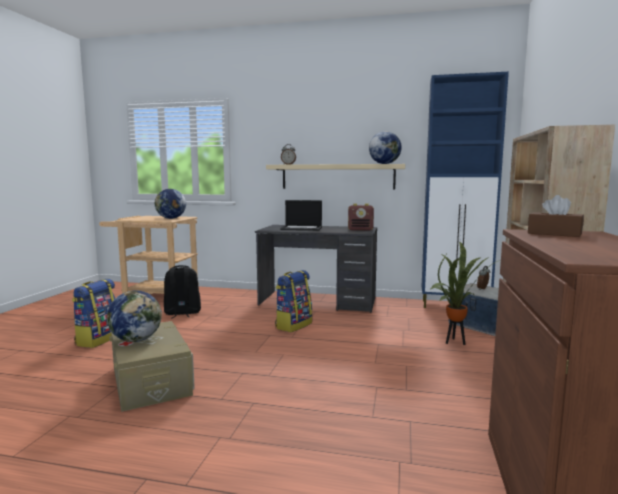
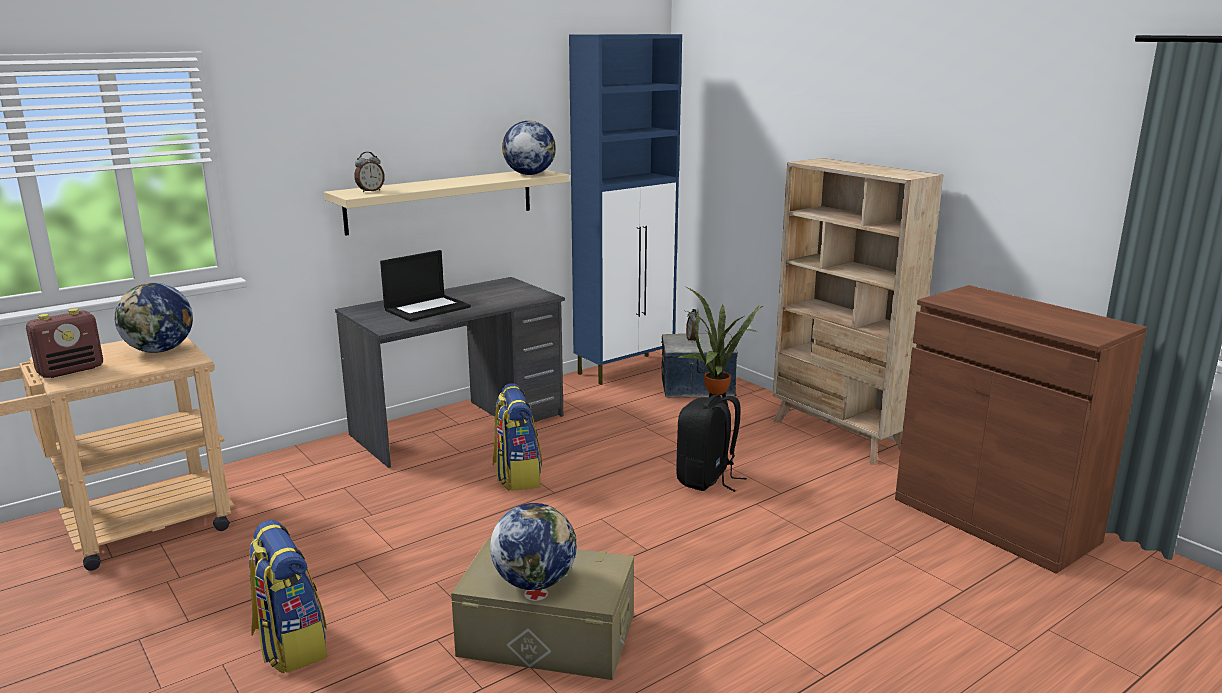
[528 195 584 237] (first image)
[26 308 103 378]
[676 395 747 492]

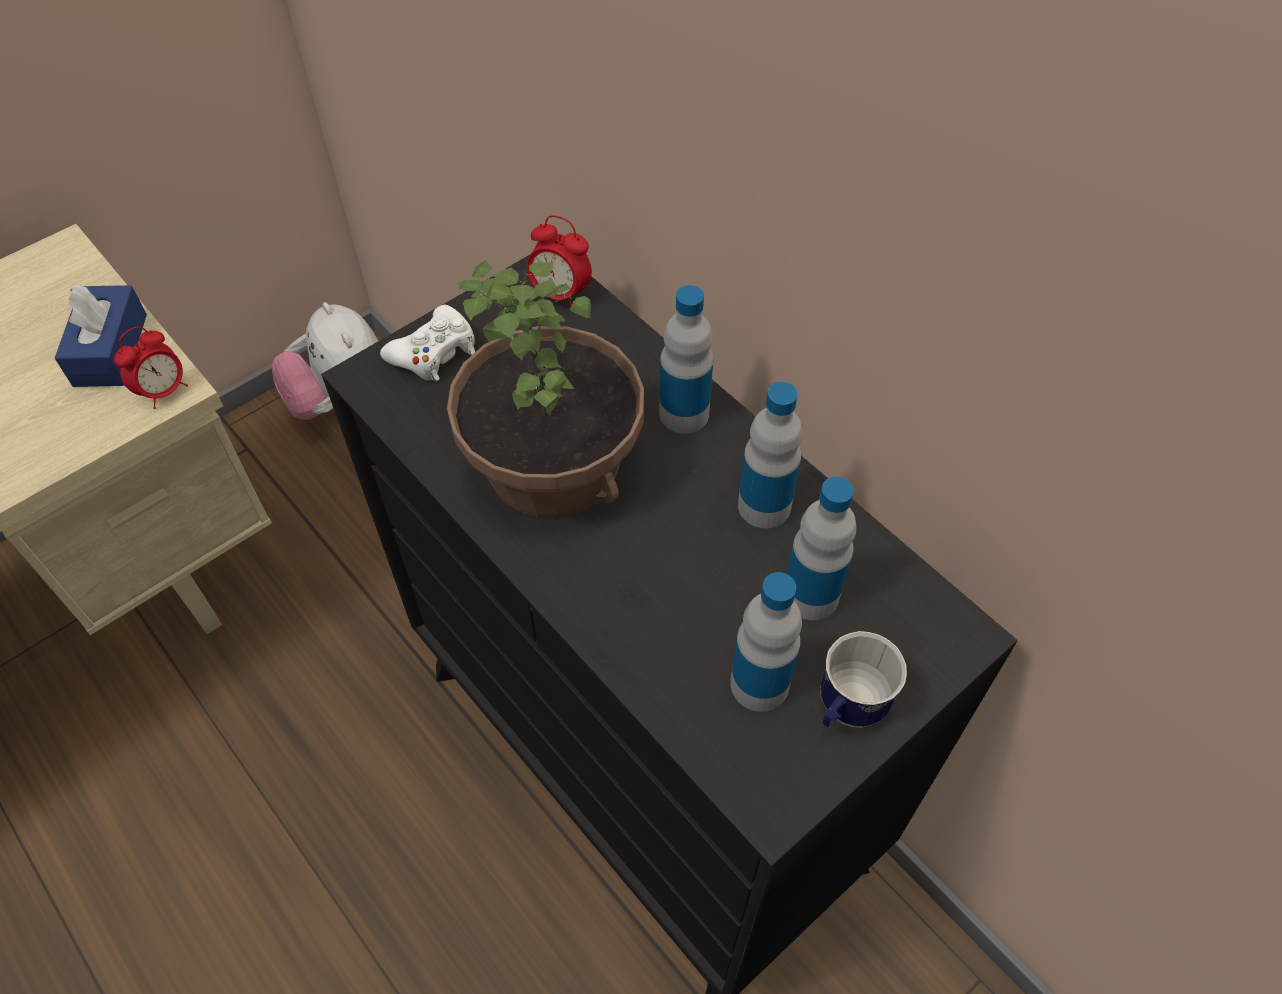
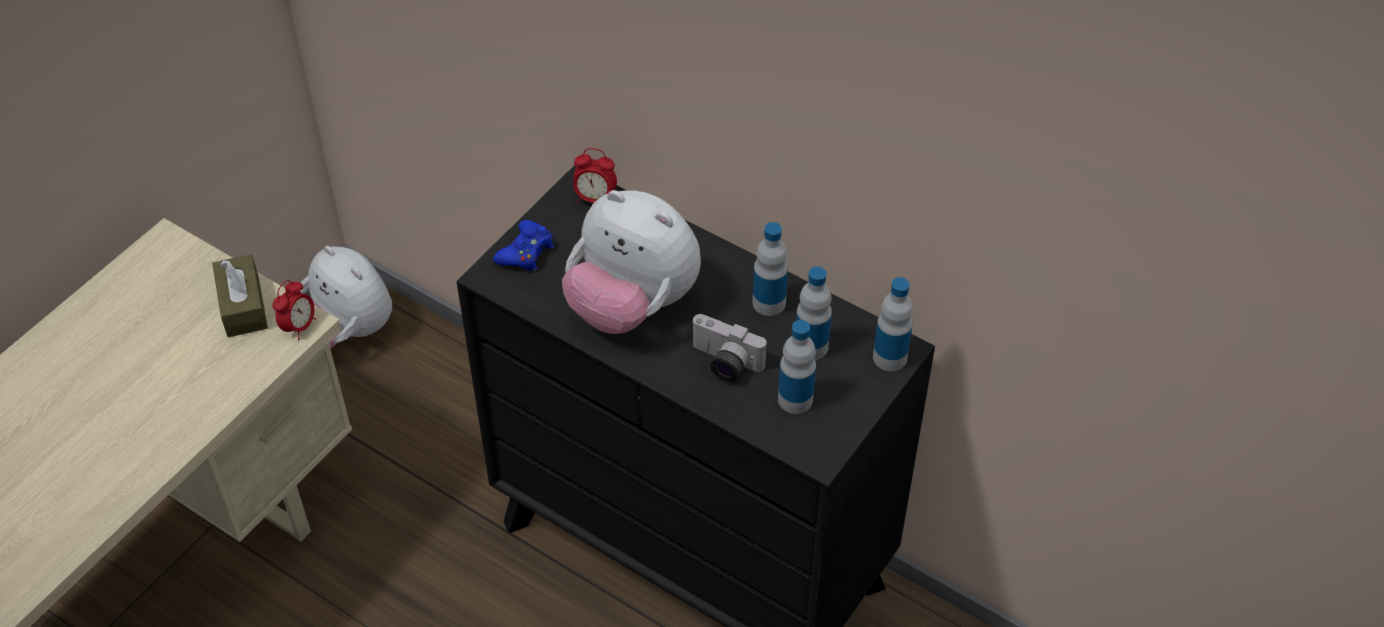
[562 190 701 334]
[212 254 268 337]
[873 277 913 371]
[493 220 554 271]
[821 631 907 728] (first image)
[691 314 767 382]

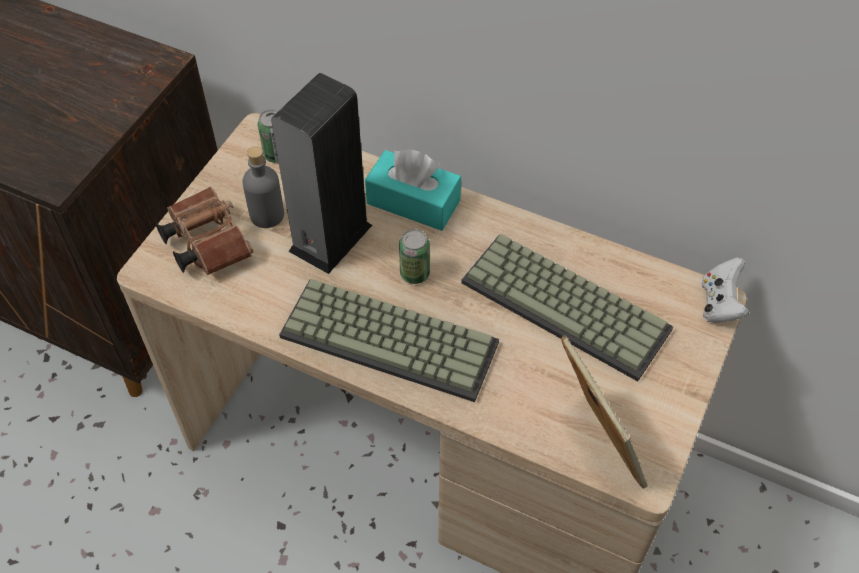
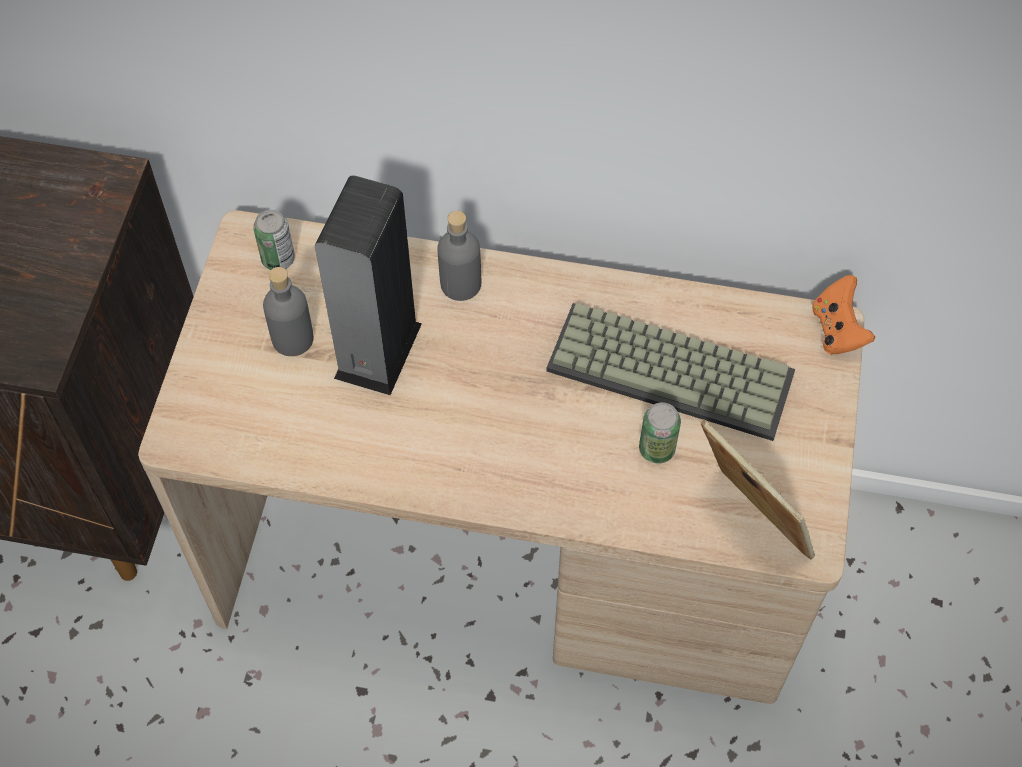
[437 211 481 301]
[156 187 253 275] (first image)
[639 402 681 464]
[812 275 875 355]
[279 279 499 402] (first image)

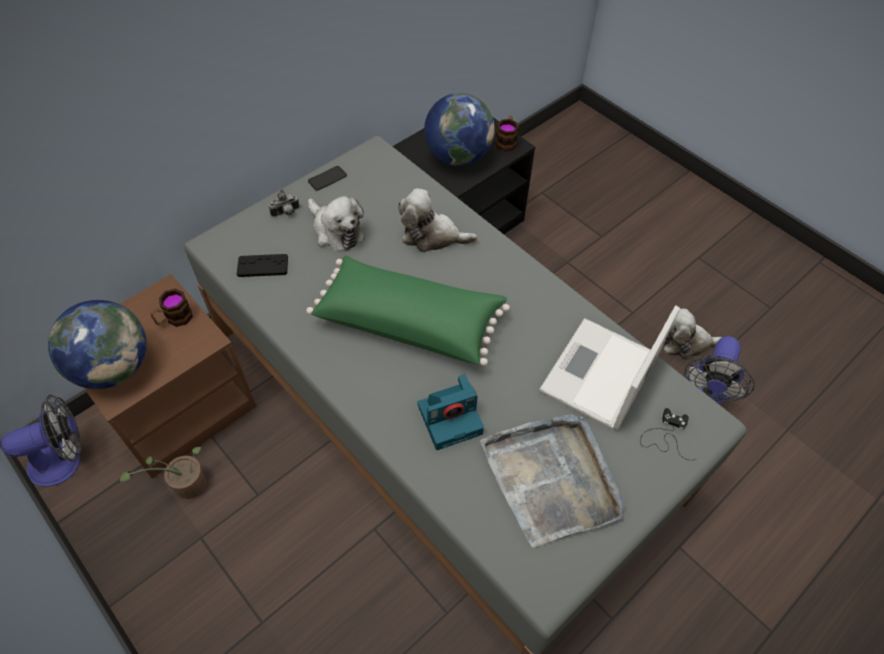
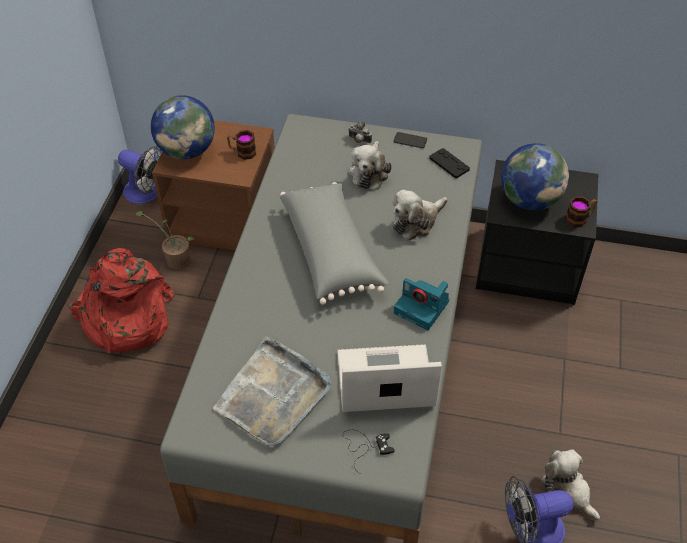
[393 190 448 240]
[429 148 470 178]
[280 182 389 305]
[394 278 449 330]
[68 248 175 354]

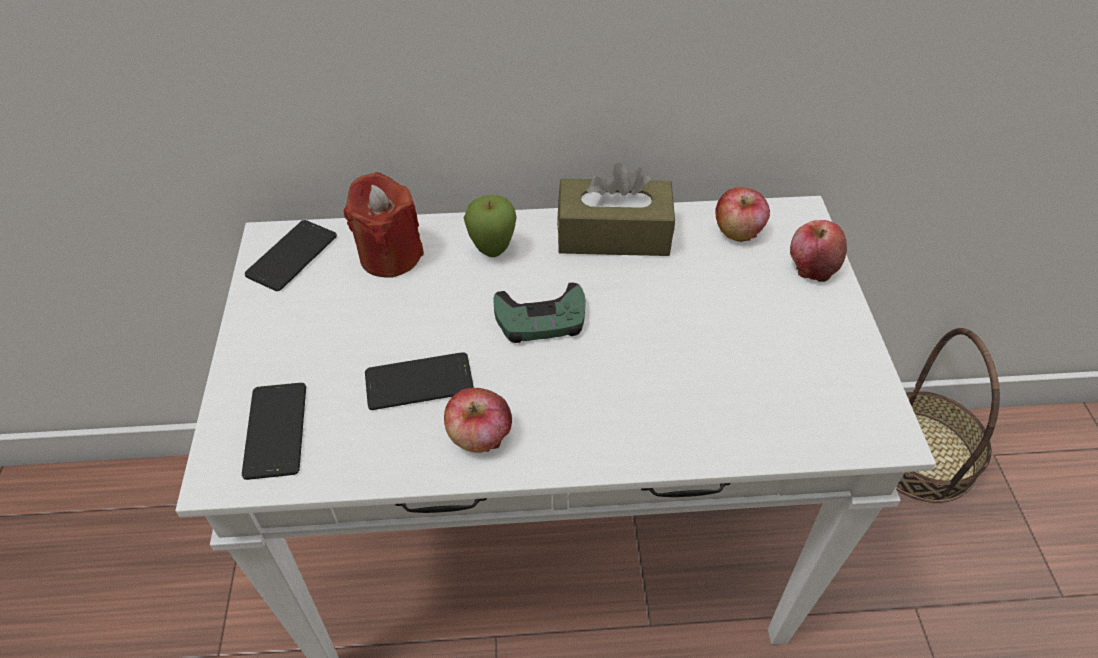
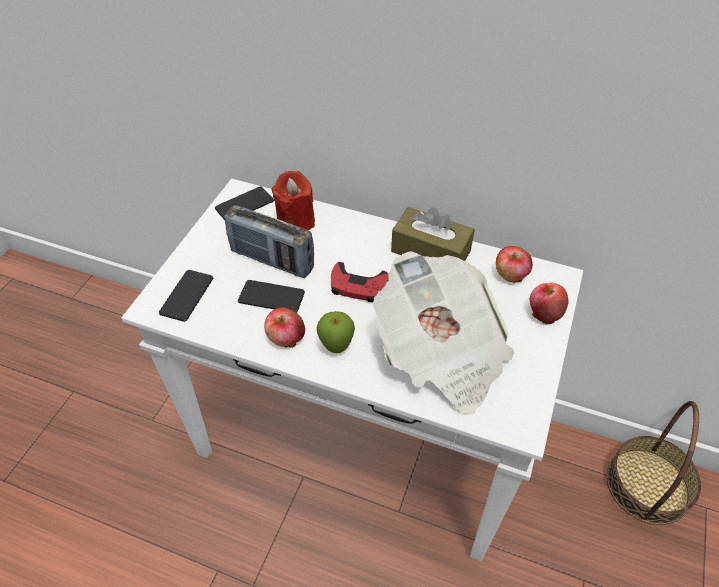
[317 311 355 353]
[331 262 389 302]
[224 205 314 278]
[373 251 514 414]

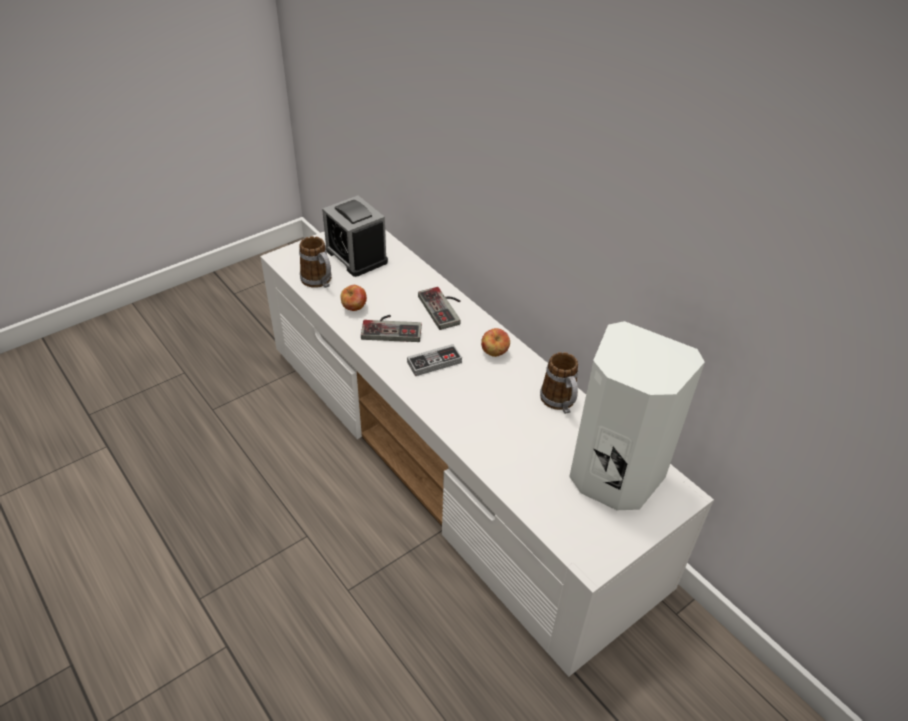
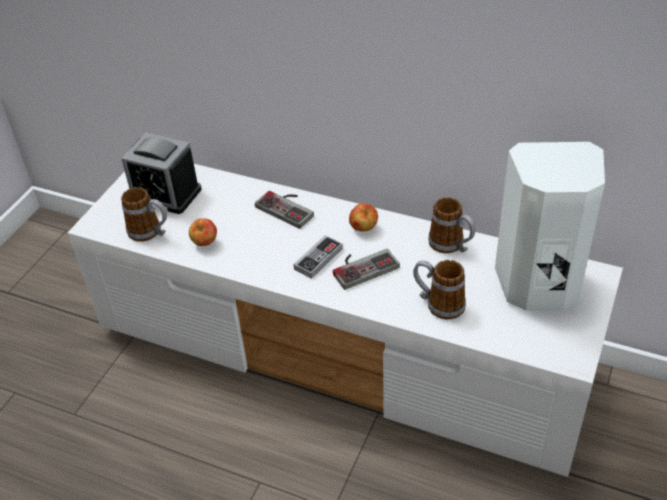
[333 249 400 290]
[413 260 466 320]

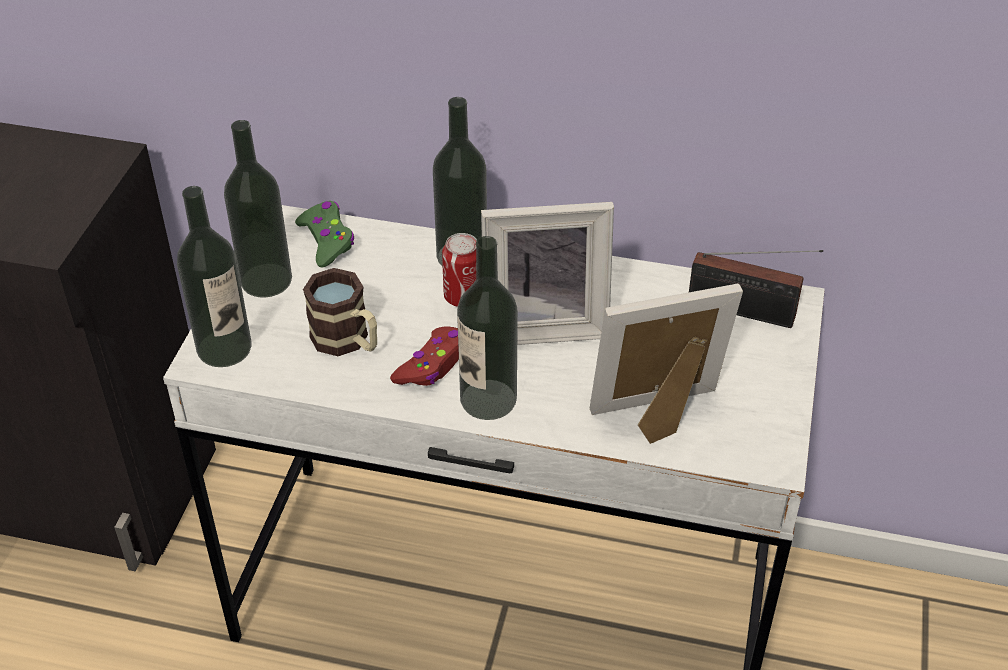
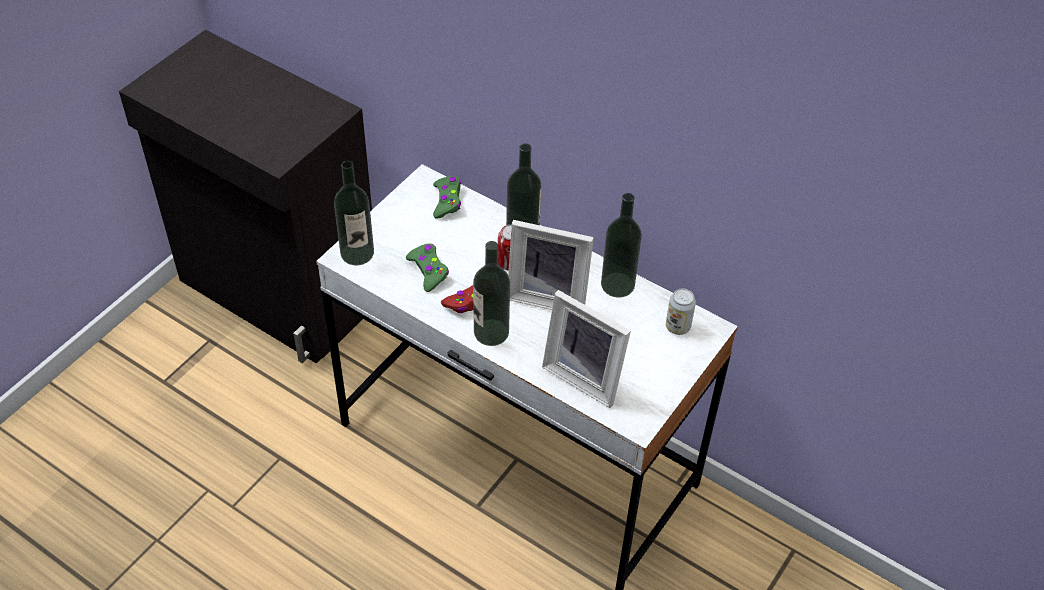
[601 193 642 298]
[666 288 696 335]
[406 243 449 292]
[542 290 631 408]

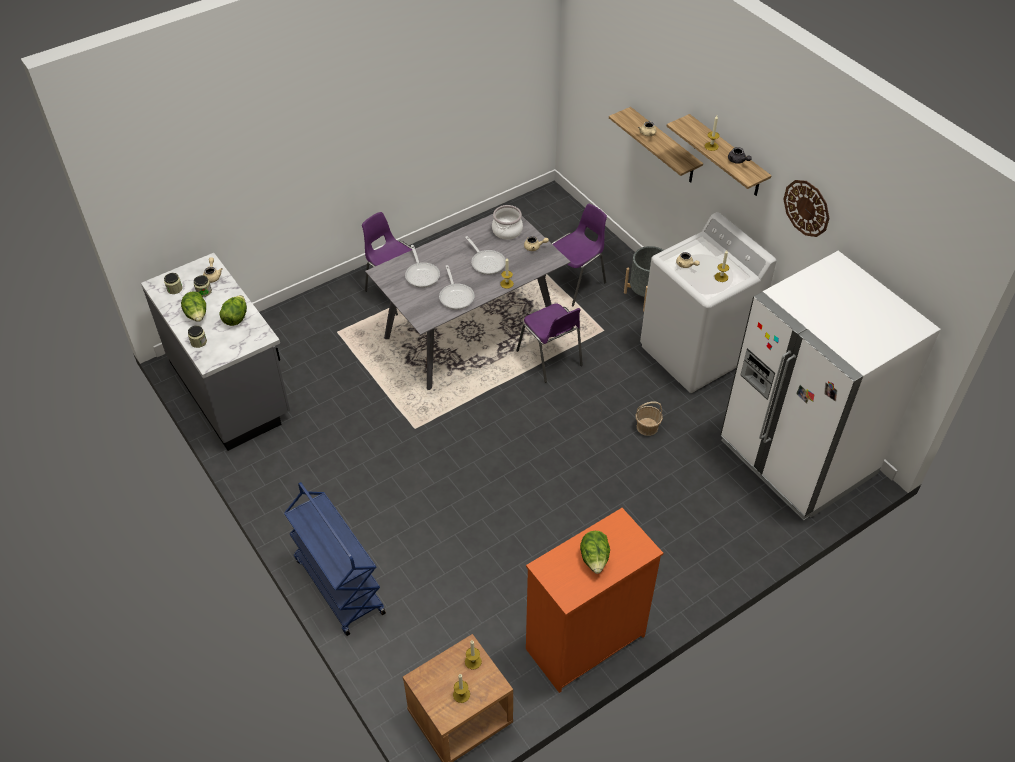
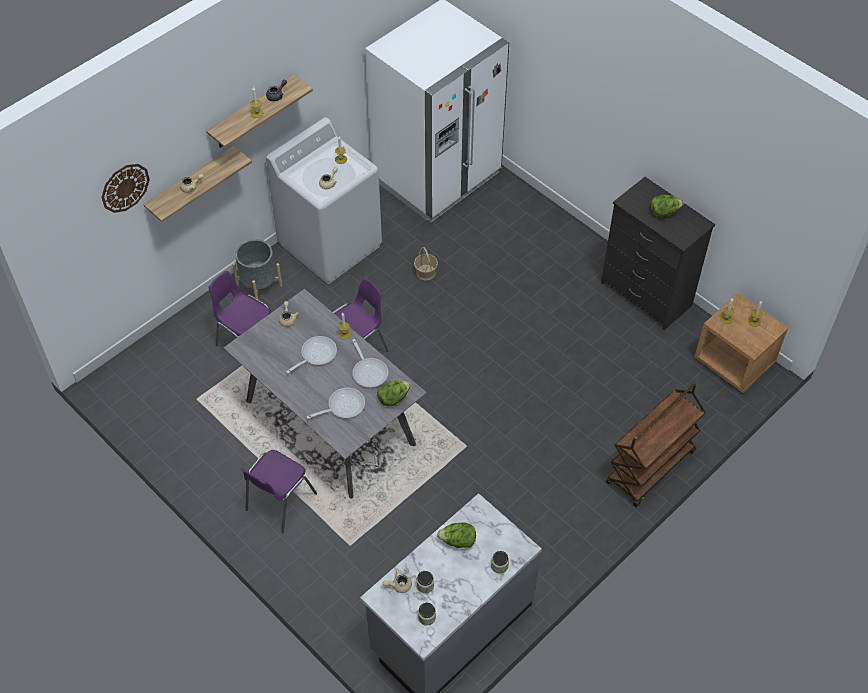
[101 164 150 213]
[492 205 523 240] (first image)
[352 339 388 388]
[377 380 410 407]
[606 383 706 507]
[601 177 715 330]

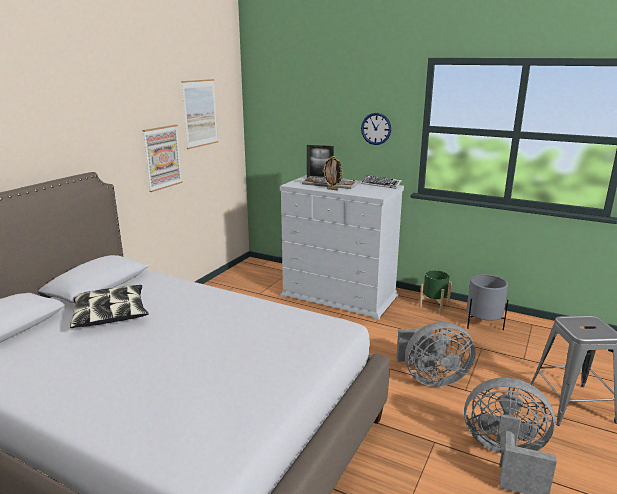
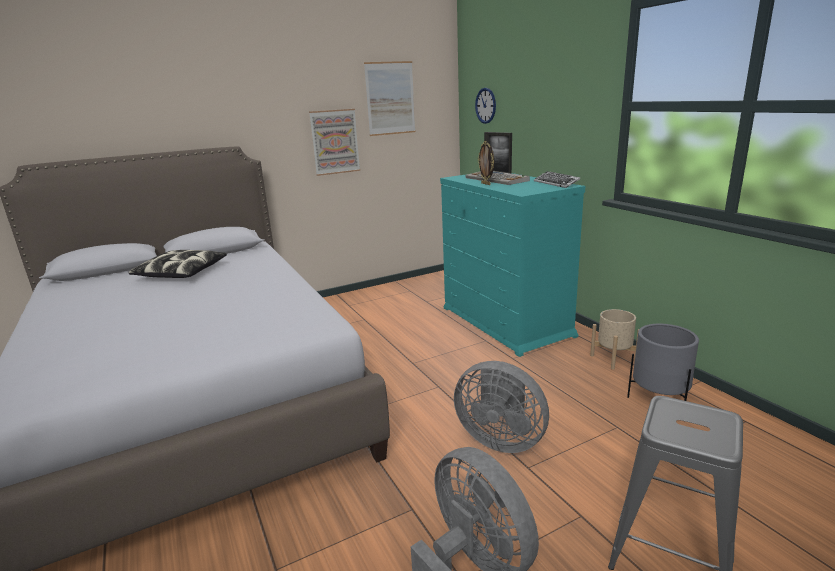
[475 88 496 124]
[440 173 585 357]
[590 309 639 370]

